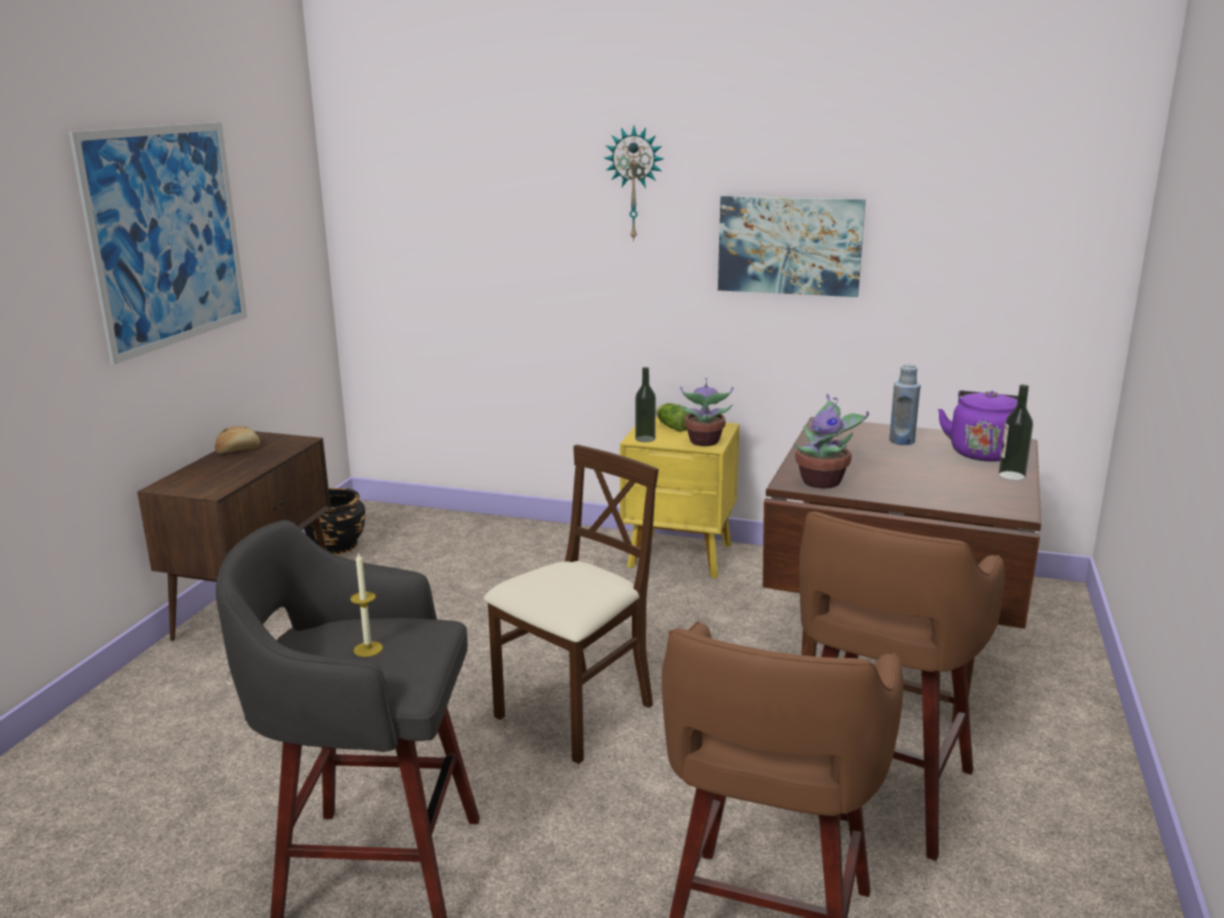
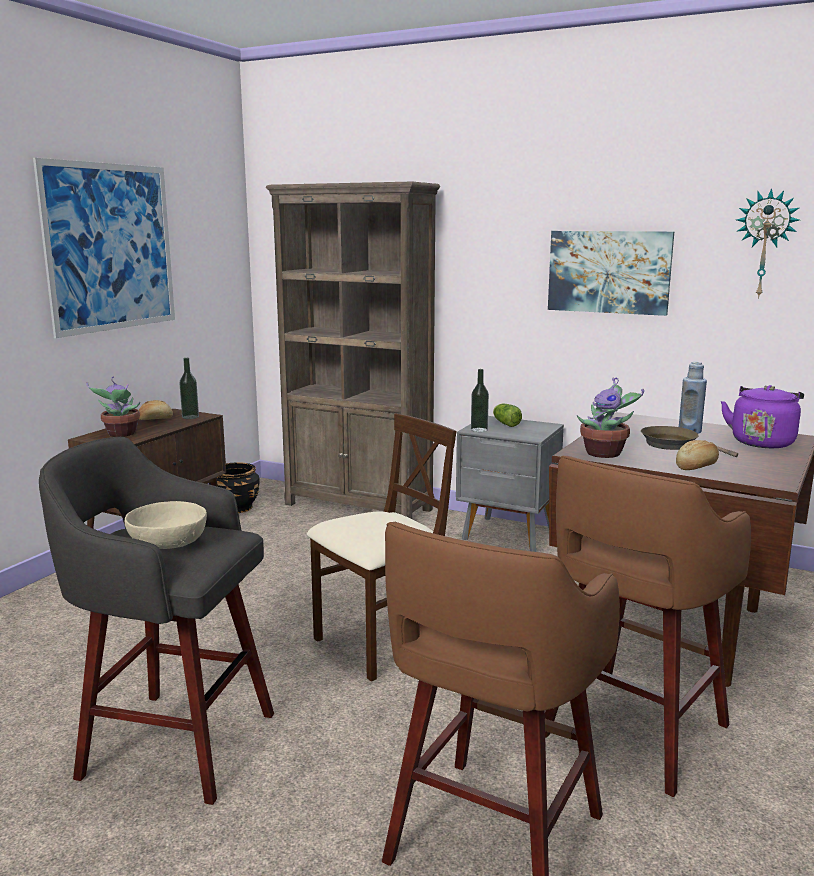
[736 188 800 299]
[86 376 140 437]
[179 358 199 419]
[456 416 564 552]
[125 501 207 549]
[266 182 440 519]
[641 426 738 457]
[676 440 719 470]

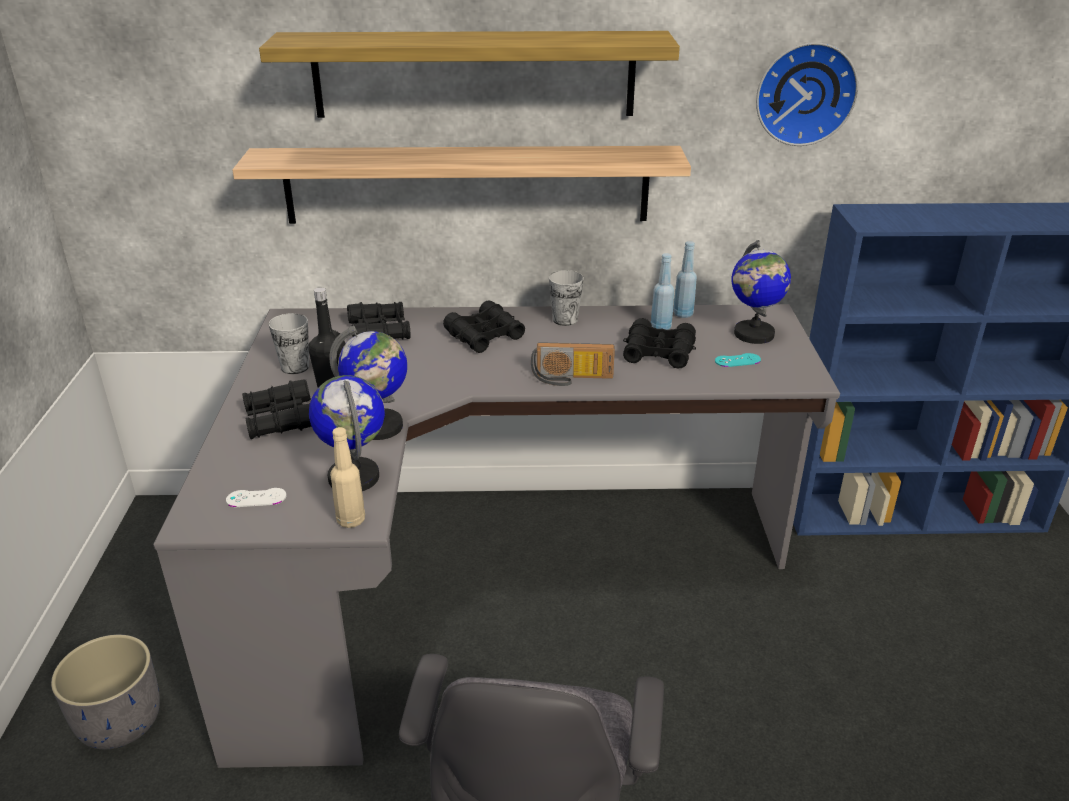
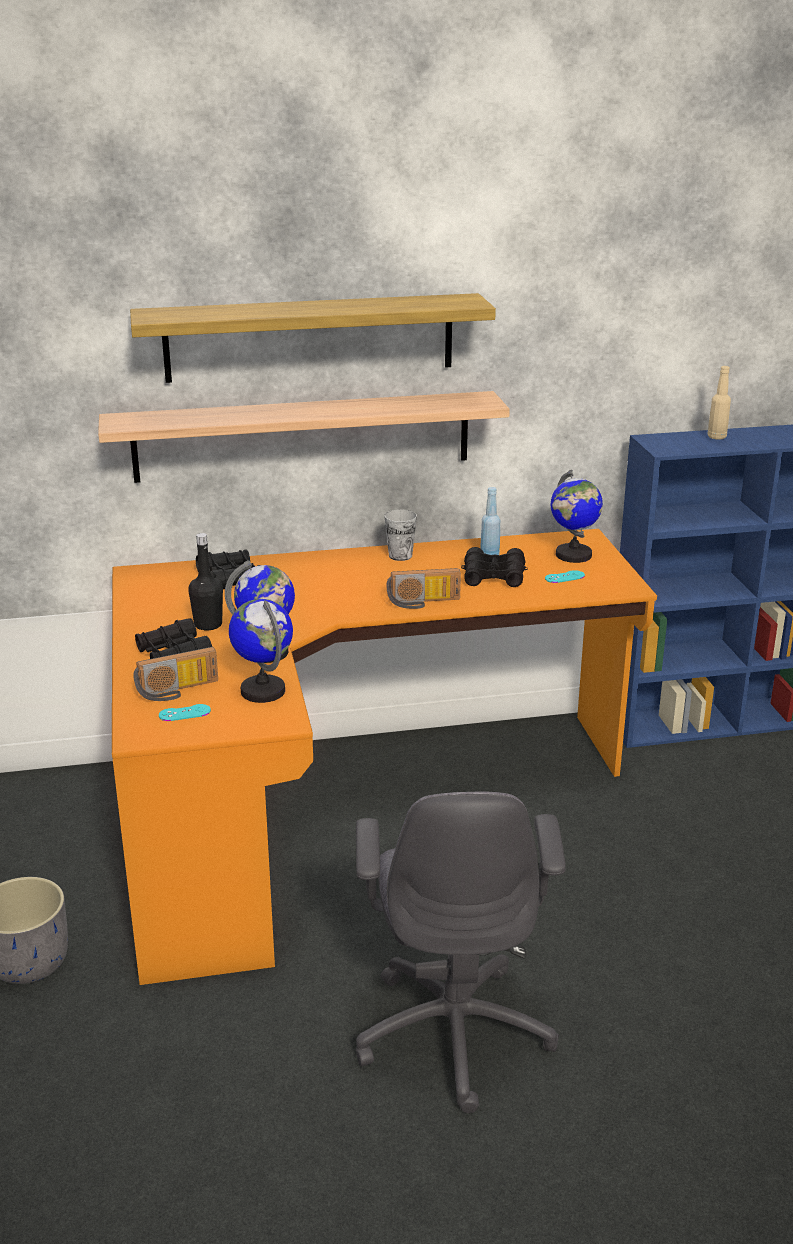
[756 42 858 146] (first image)
[673 241 697 318] (first image)
[443 301 525 353] (first image)
[112 529 657 985]
[269 313 309 374] (first image)
[707 366 731 440]
[159 704 211 721]
[133 647 218 701]

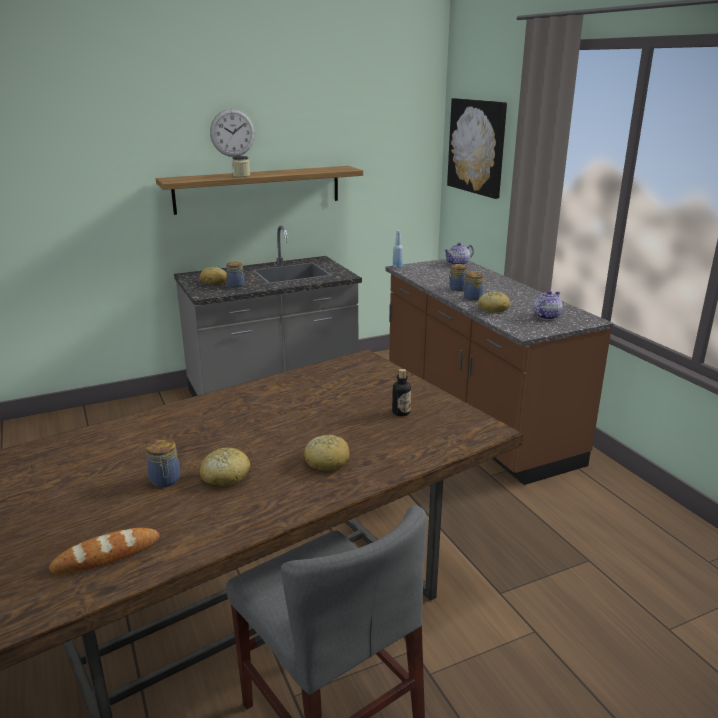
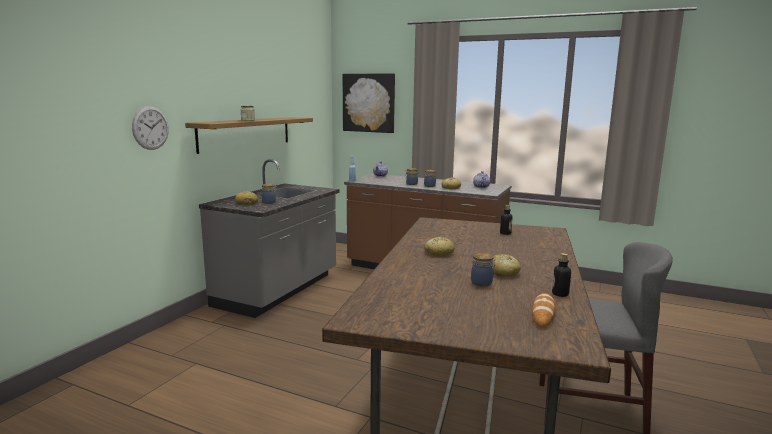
[132 106 169 150]
[424 237 455 256]
[552 253 571 297]

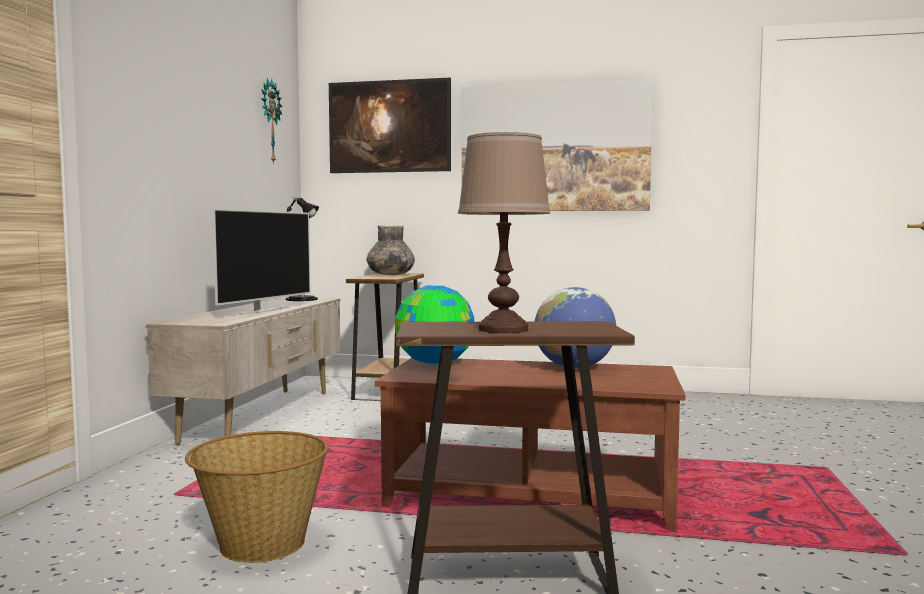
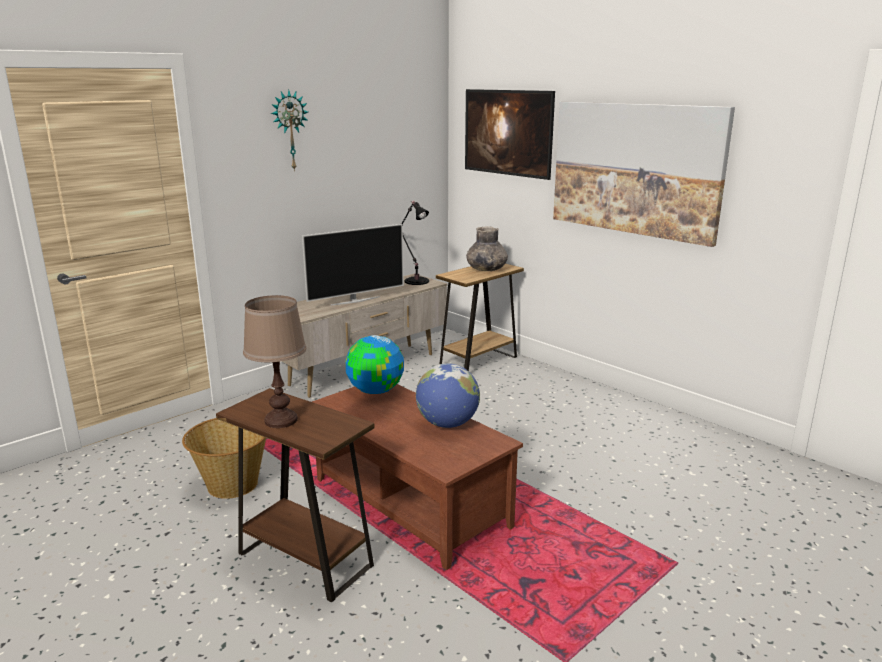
[271 90 308 171]

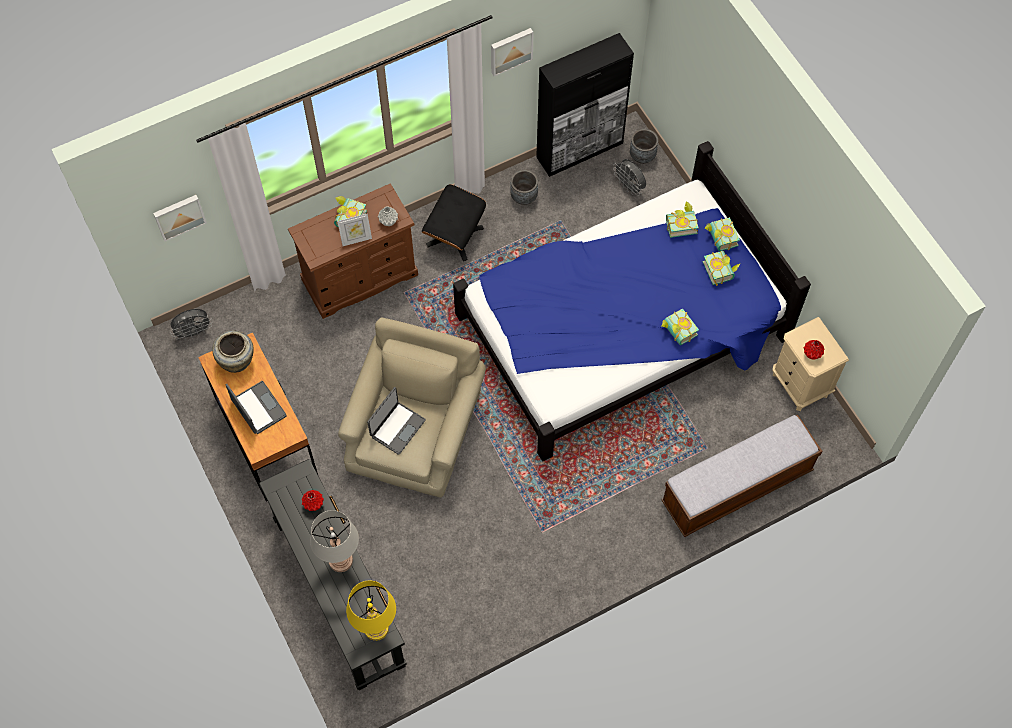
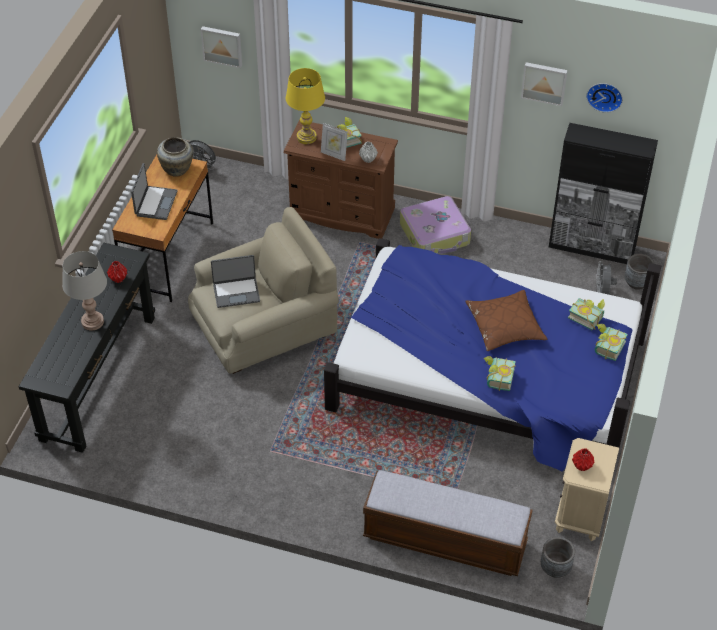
[541 537 575 578]
[400 196 471 254]
[703 251 740 286] (first image)
[286 68 325 144]
[586 83 623 113]
[466 290 548 351]

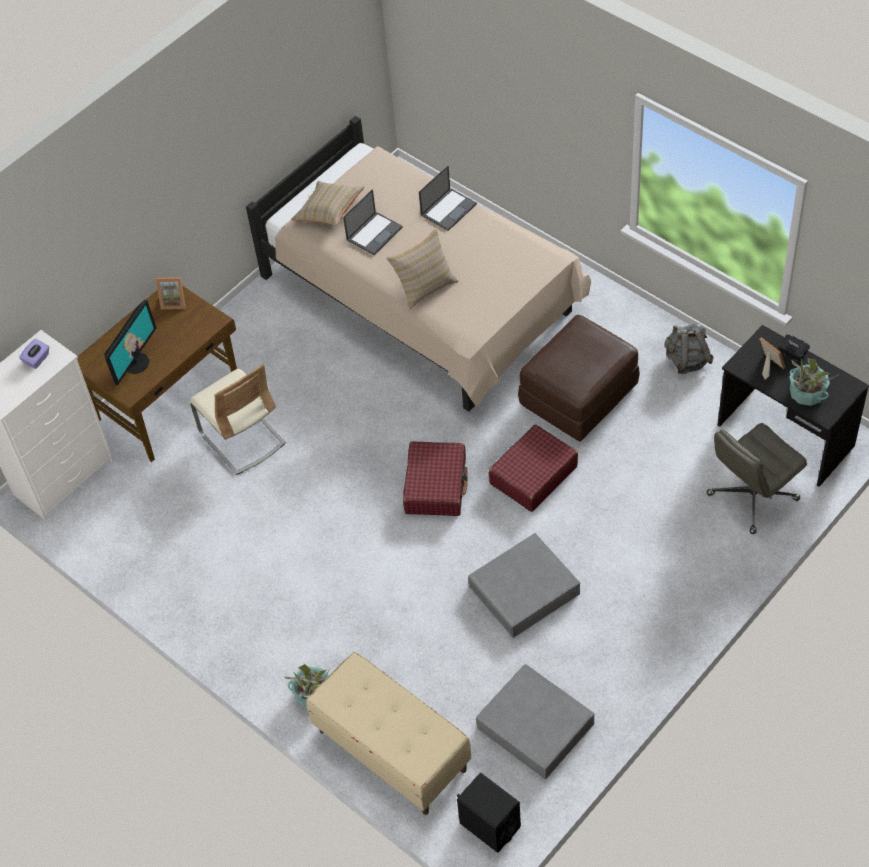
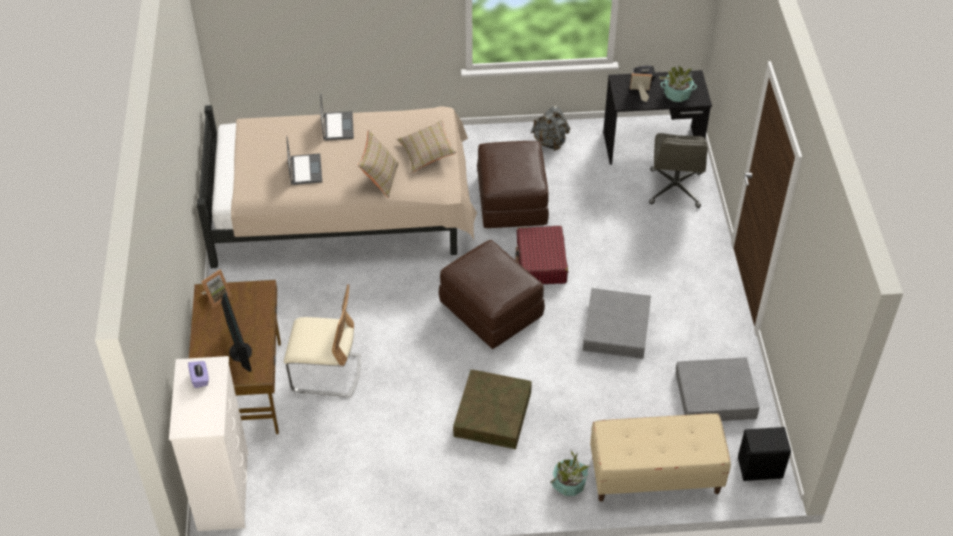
[397 119 457 173]
[439 240 545 349]
[453 370 532 449]

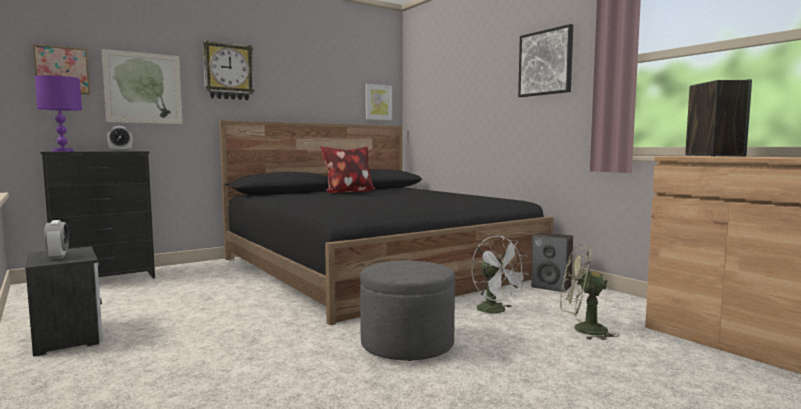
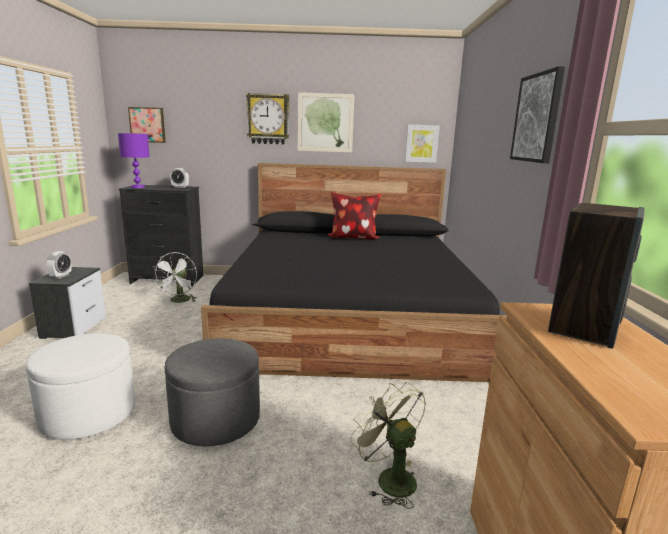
[298 92 354 152]
[531 232 573 292] (first image)
[153 252 197 303]
[26 333 135 440]

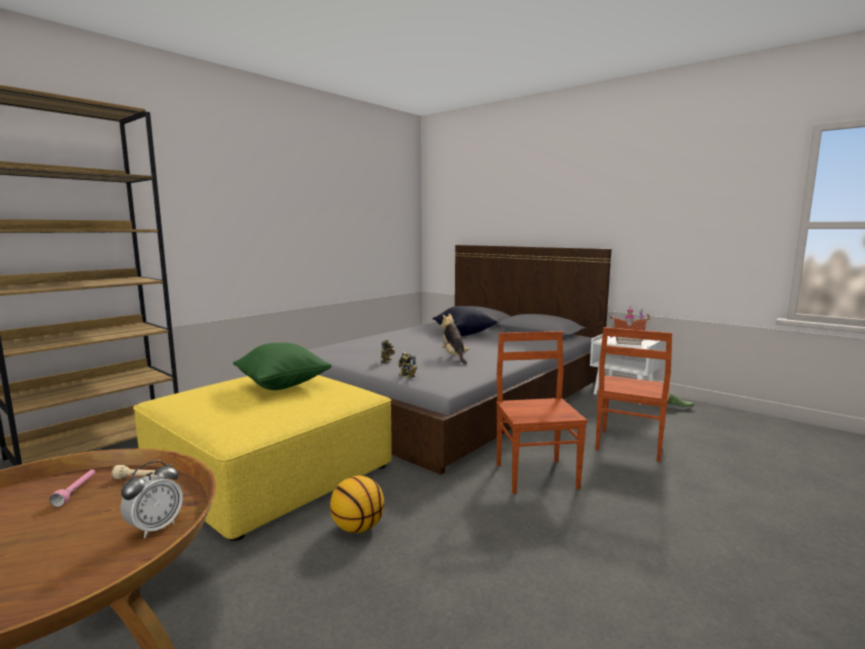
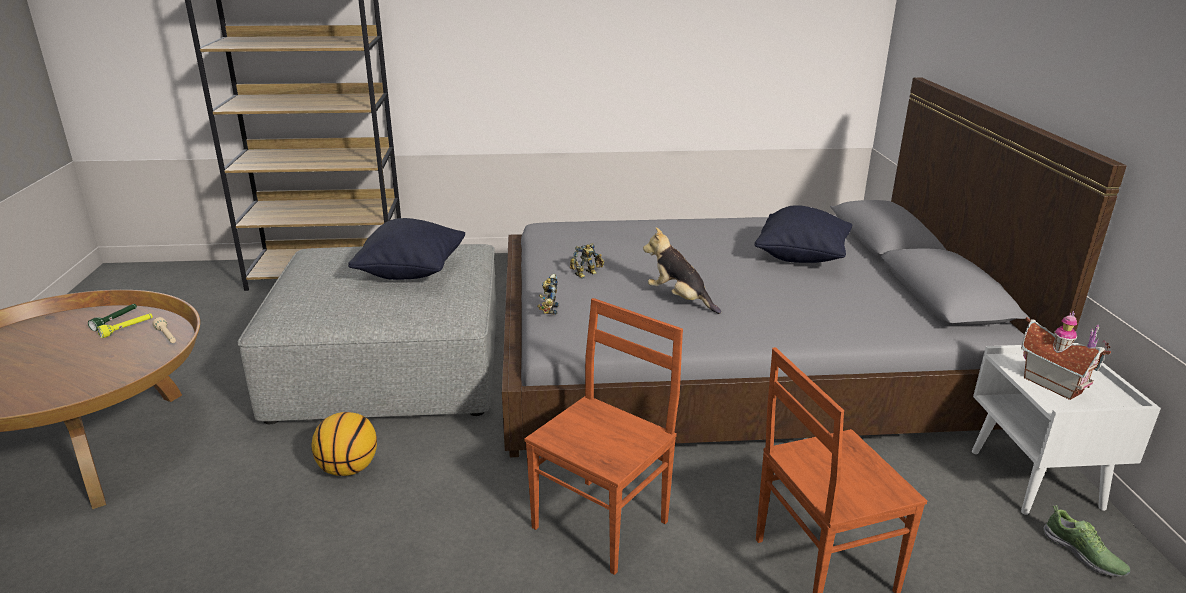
[643 227 721 314]
[348 218 465 280]
[237 244 497 424]
[120 460 183 538] (first image)
[97 313 153 338]
[88 304 137 331]

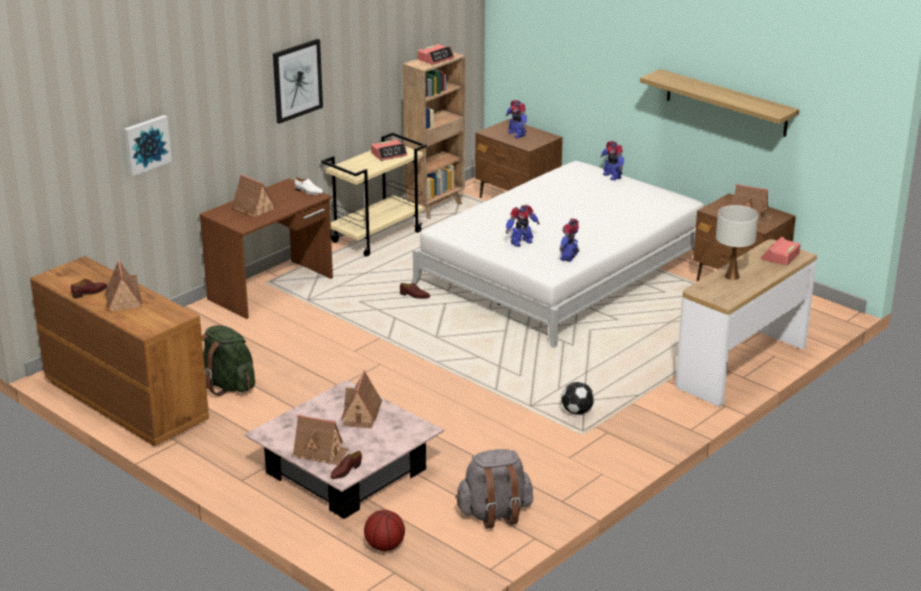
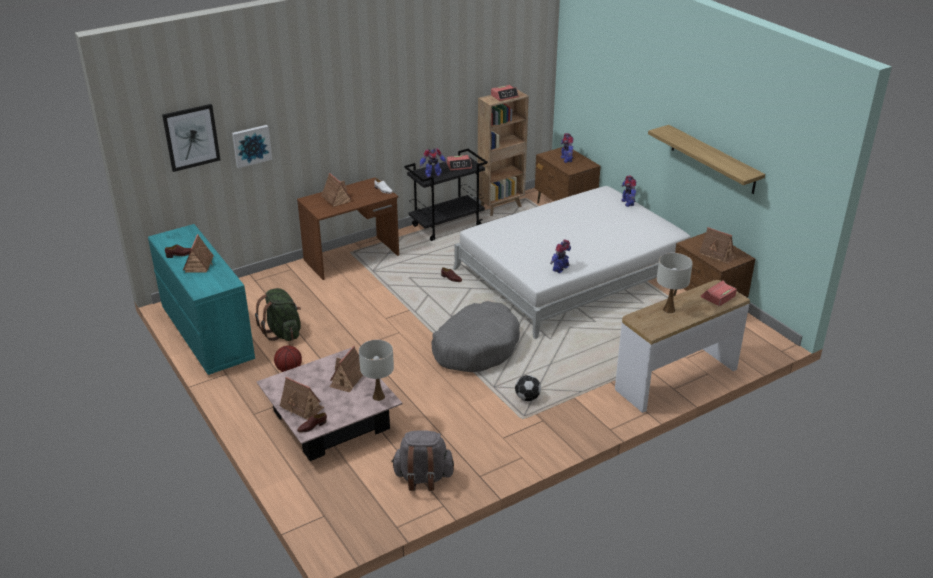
[162 104 220 172]
[404 149 488 241]
[419 148 447 178]
[148 224 255 375]
[274 346 302 372]
[431 301 520 372]
[359 340 394 401]

